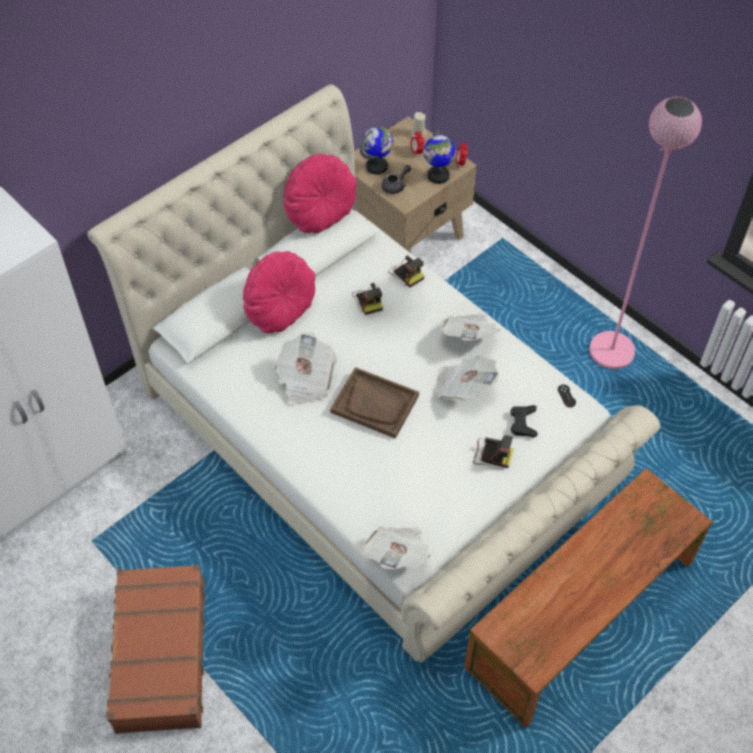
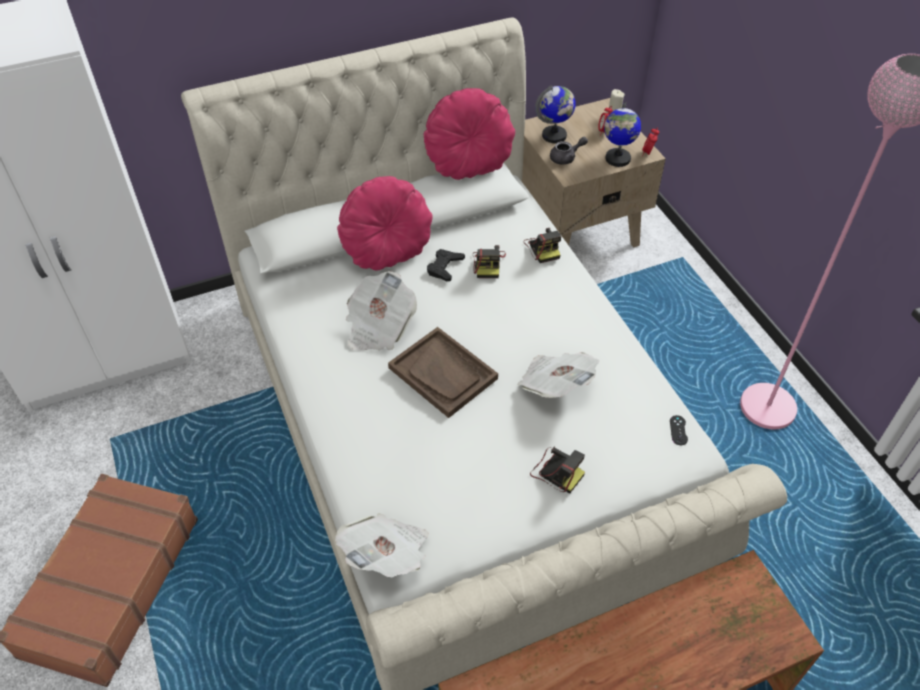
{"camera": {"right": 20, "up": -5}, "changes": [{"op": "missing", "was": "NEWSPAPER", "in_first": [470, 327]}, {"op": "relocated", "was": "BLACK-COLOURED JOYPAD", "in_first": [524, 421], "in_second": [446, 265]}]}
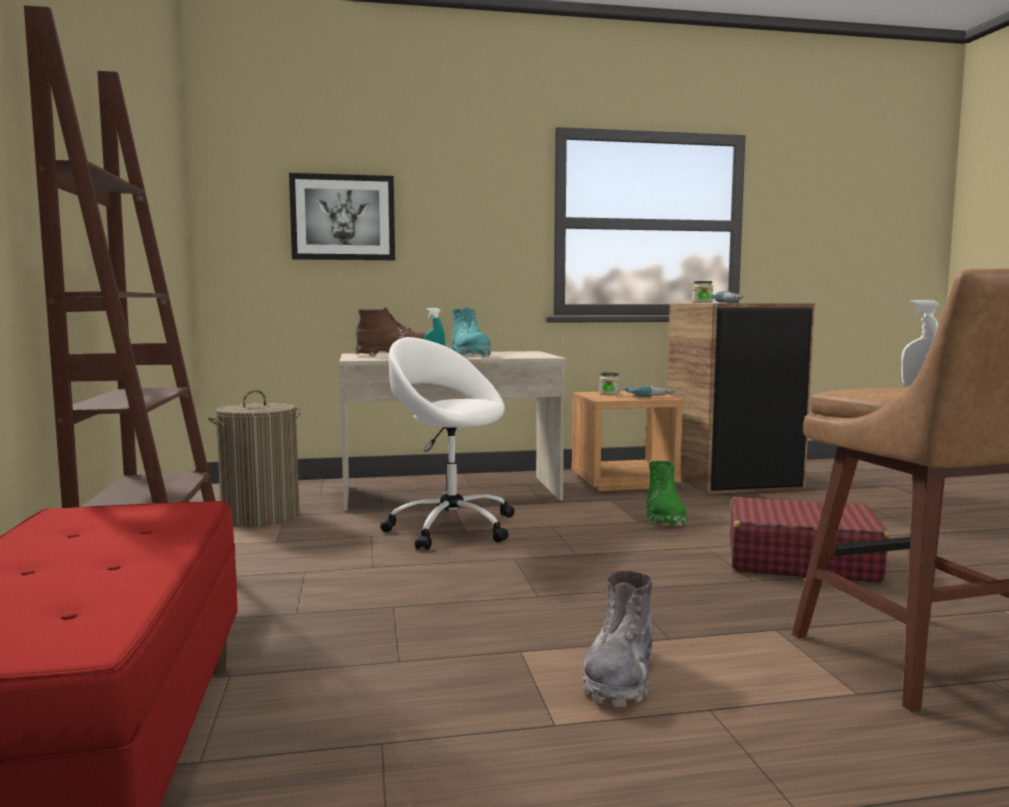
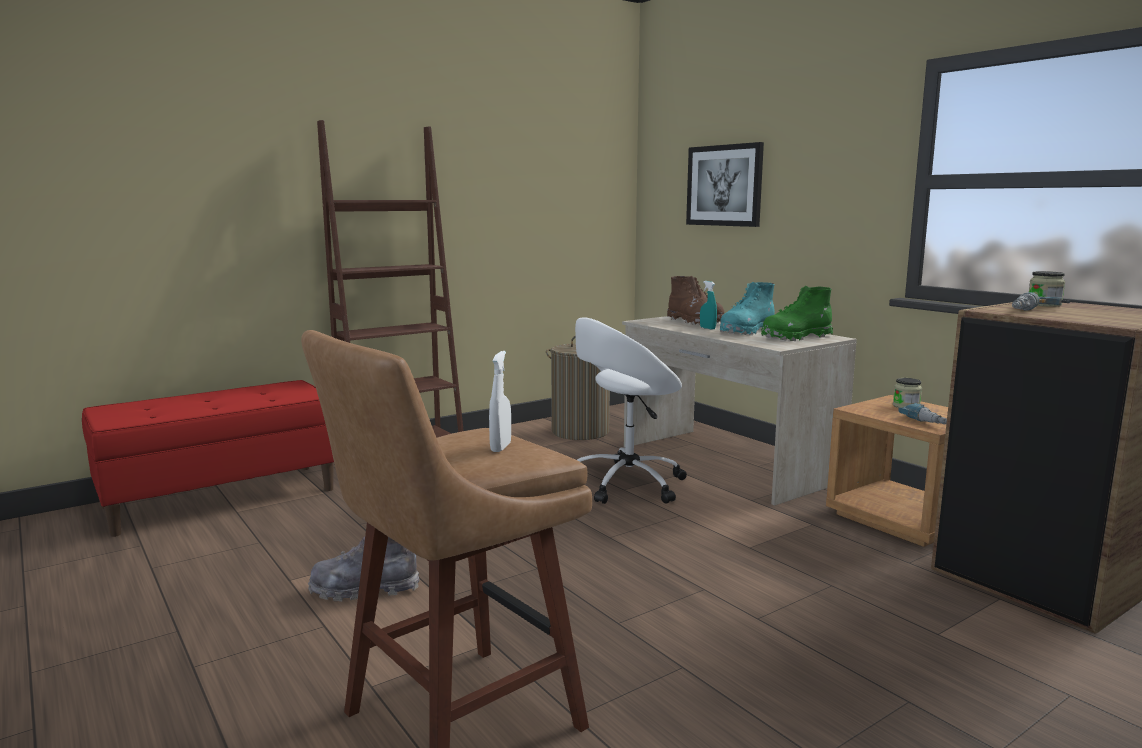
{"camera": {"right": 65, "up": 5}, "changes": [{"op": "spun", "was": "WHITISH OFFICE CHAIR", "in_first": [447, 443], "in_second": [631, 410], "clockwise": -120}, {"op": "relocated", "was": "GREEN-COLOURED HIGH-TOP BOOT", "in_first": [666, 493], "in_second": [797, 313]}, {"op": "missing", "was": "RED PIECE OF LUGGAGE", "in_first": [809, 540]}]}
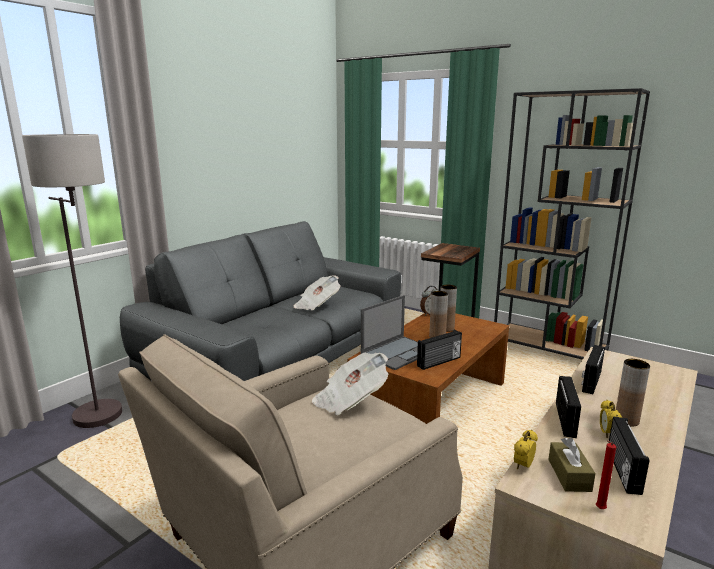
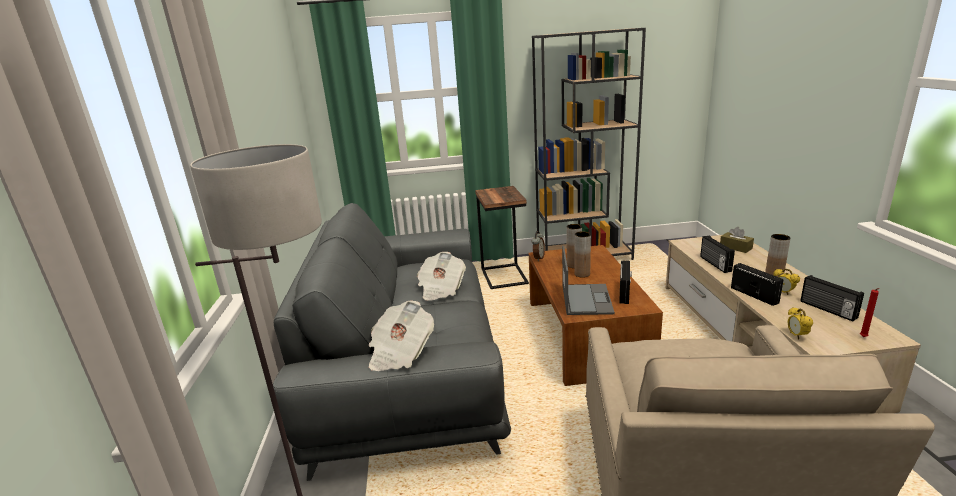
{"camera": {"right": -40, "up": 5}, "changes": [{"op": "relocated", "was": "NEWSPAPER", "in_first": [350, 384], "in_second": [401, 336]}, {"op": "relocated", "was": "BROWNISH TISSUE HOLDER", "in_first": [572, 465], "in_second": [737, 240]}]}
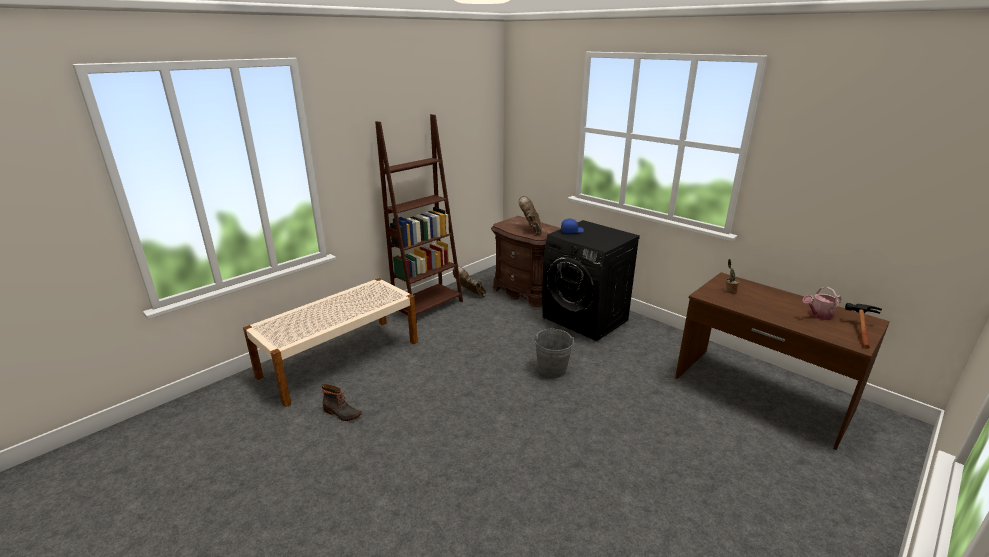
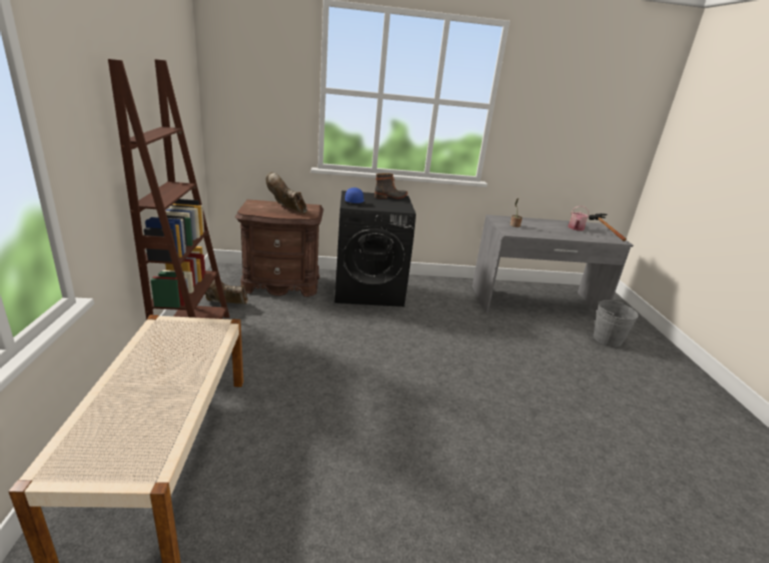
{"camera": {"right": -50, "up": 0}, "changes": [{"op": "relocated", "was": "HIGH-TOP BOOT", "in_first": [342, 402], "in_second": [391, 186]}, {"op": "relocated", "was": "GRAY WATER BUCKET", "in_first": [554, 353], "in_second": [616, 323]}, {"op": "colour", "was": "BROWNISH DESK TABLE", "now": "GRAY DESK TABLE", "in_first": [782, 361], "in_second": [552, 264]}]}
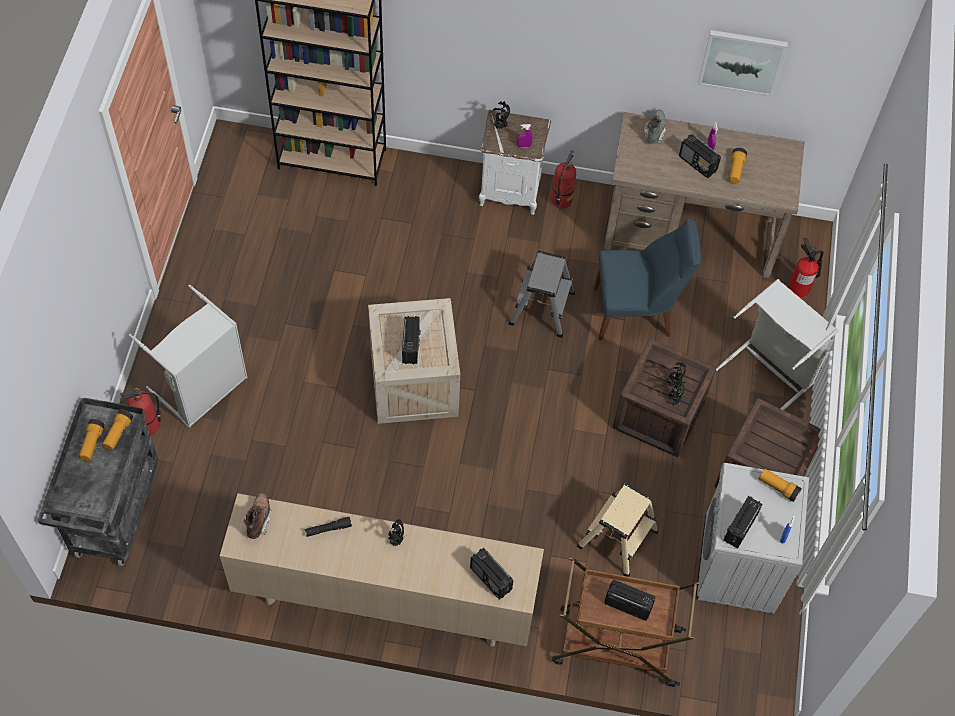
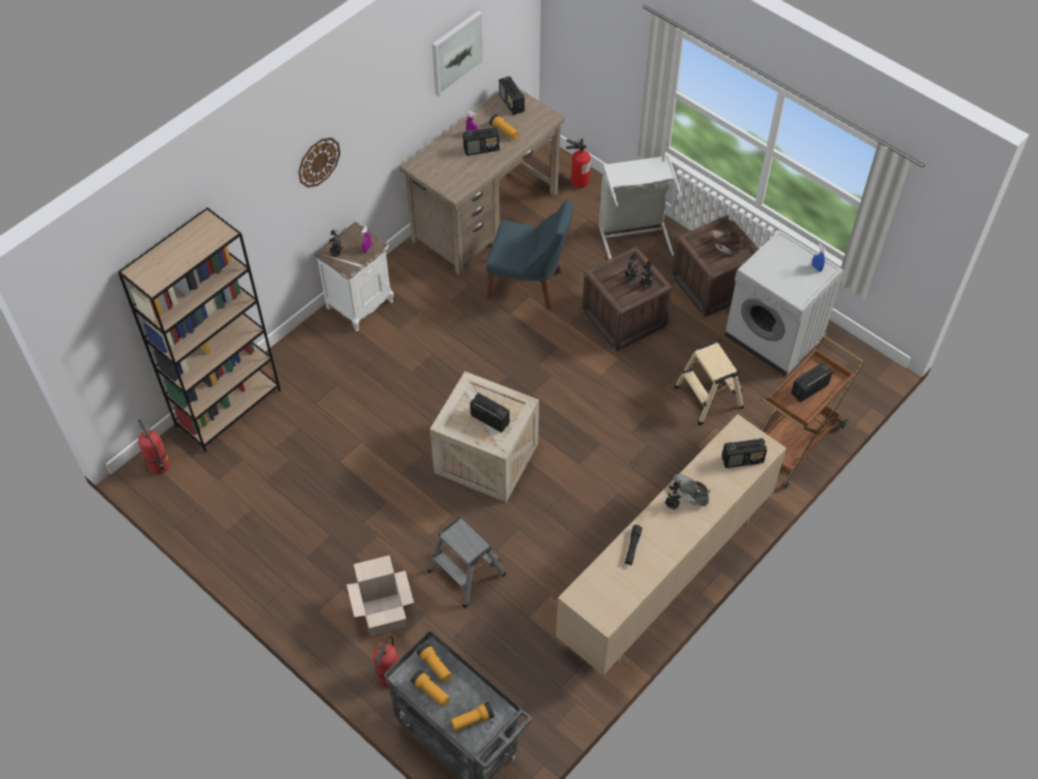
{"camera": {"right": -55, "up": -5}, "changes": [{"op": "exchanged", "was": "GRAY WASHING BASKET", "now": "CARDBOARD BOX", "in_first": [188, 356], "in_second": [380, 595]}, {"op": "relocated", "was": "BROWNISH HIGH-TOP BOOT", "in_first": [258, 516], "in_second": [726, 242]}, {"op": "relocated", "was": "GRAY STEP STOOL", "in_first": [541, 294], "in_second": [467, 563]}, {"op": "relocated", "was": "FIRE EXTINGUISHER", "in_first": [563, 179], "in_second": [154, 446]}, {"op": "spun", "was": "BLUE PLAIN CHAIR", "in_first": [647, 279], "in_second": [529, 254], "clockwise": 75}, {"op": "relocated", "was": "GRAY HIGH-TOP BOOT", "in_first": [655, 126], "in_second": [692, 490]}, {"op": "relocated", "was": "RADIO RECEIVER", "in_first": [743, 522], "in_second": [512, 95]}, {"op": "relocated", "was": "FLASHLIGHT", "in_first": [780, 485], "in_second": [472, 716]}, {"op": "appeared", "now": "CLOCK ON THE WALL", "in_second": [319, 162]}]}
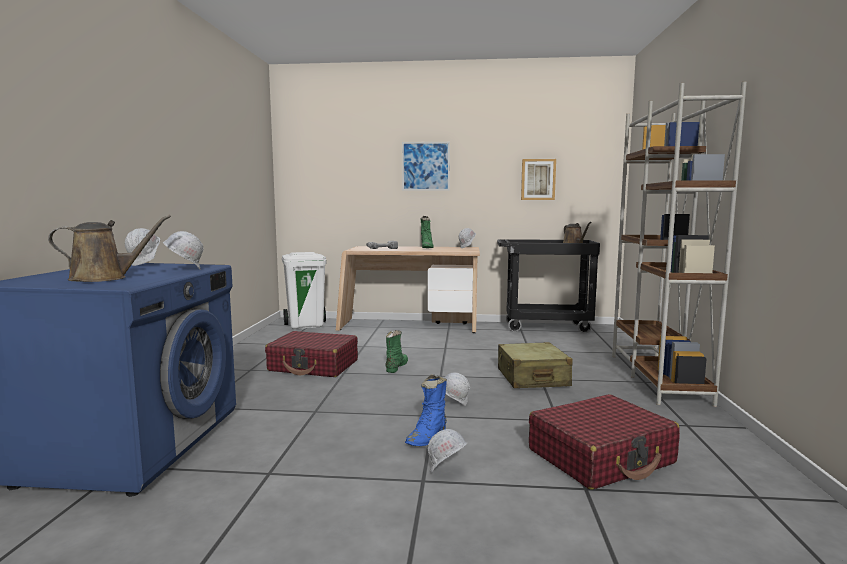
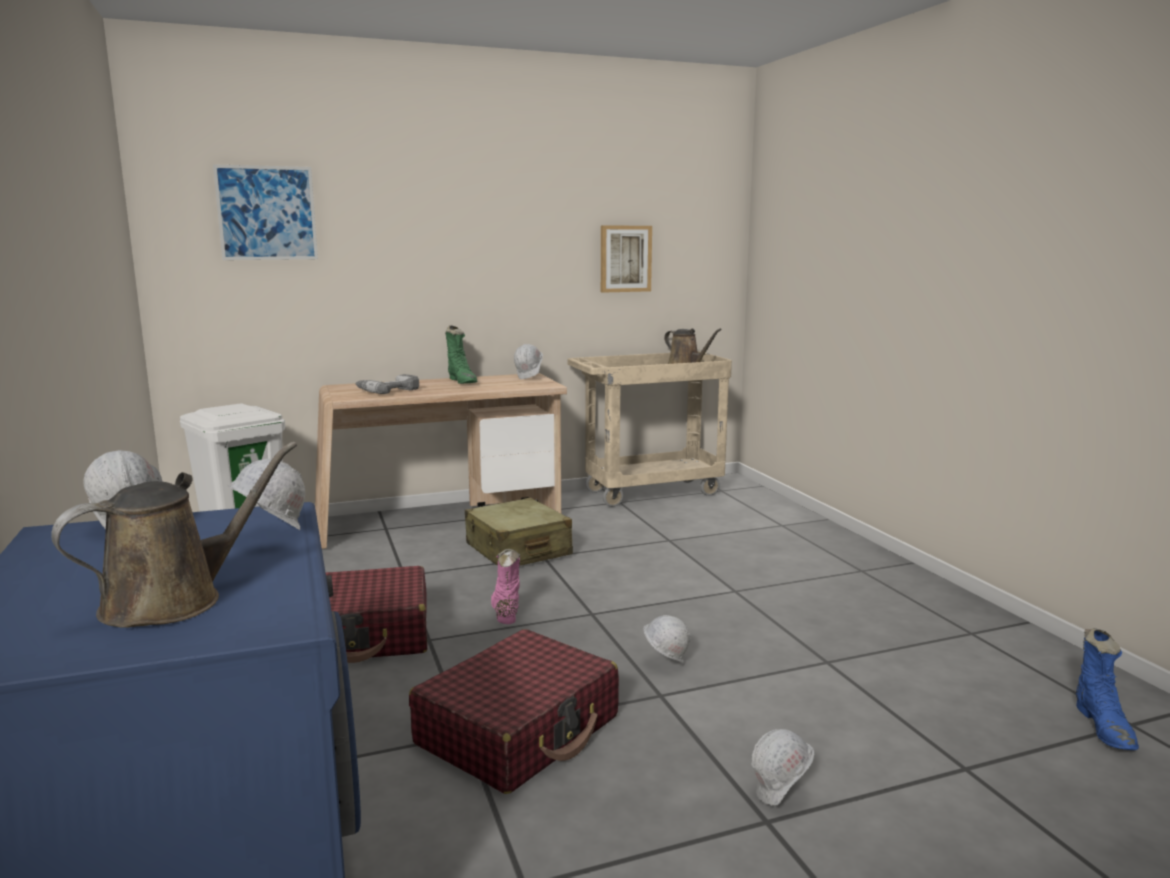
{"camera": {"right": -25, "up": 5}, "changes": [{"op": "colour", "was": "GREEN-COLOURED HIGH-TOP BOOT", "now": "PINK-COLOURED HIGH-TOP BOOT", "in_first": [397, 351], "in_second": [506, 586]}, {"op": "relocated", "was": "PICTURE", "in_first": [426, 166], "in_second": [265, 212]}, {"op": "relocated", "was": "BLUE HIGH-TOP BOOT", "in_first": [426, 410], "in_second": [1107, 689]}, {"op": "colour", "was": "BLACK-COLOURED CART", "now": "BEIGE-COLOURED CART", "in_first": [548, 286], "in_second": [650, 429]}, {"op": "relocated", "was": "BEIGE-COLOURED PIECE OF LUGGAGE", "in_first": [535, 365], "in_second": [519, 531]}, {"op": "relocated", "was": "RED PIECE OF LUGGAGE", "in_first": [604, 442], "in_second": [514, 711]}, {"op": "missing", "was": "BROWNISH BOOKSHELF", "in_first": [679, 244]}]}
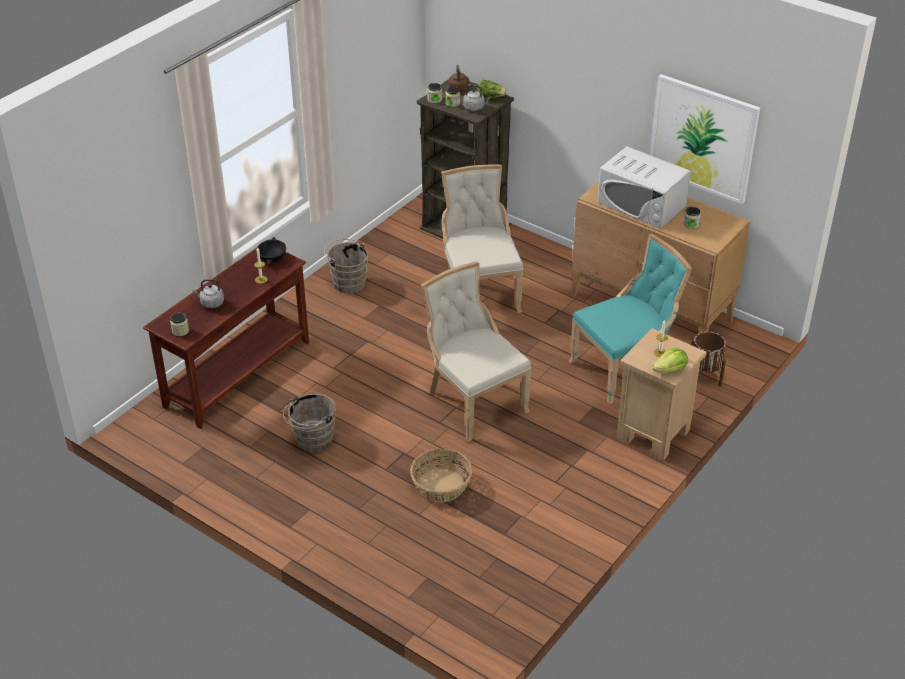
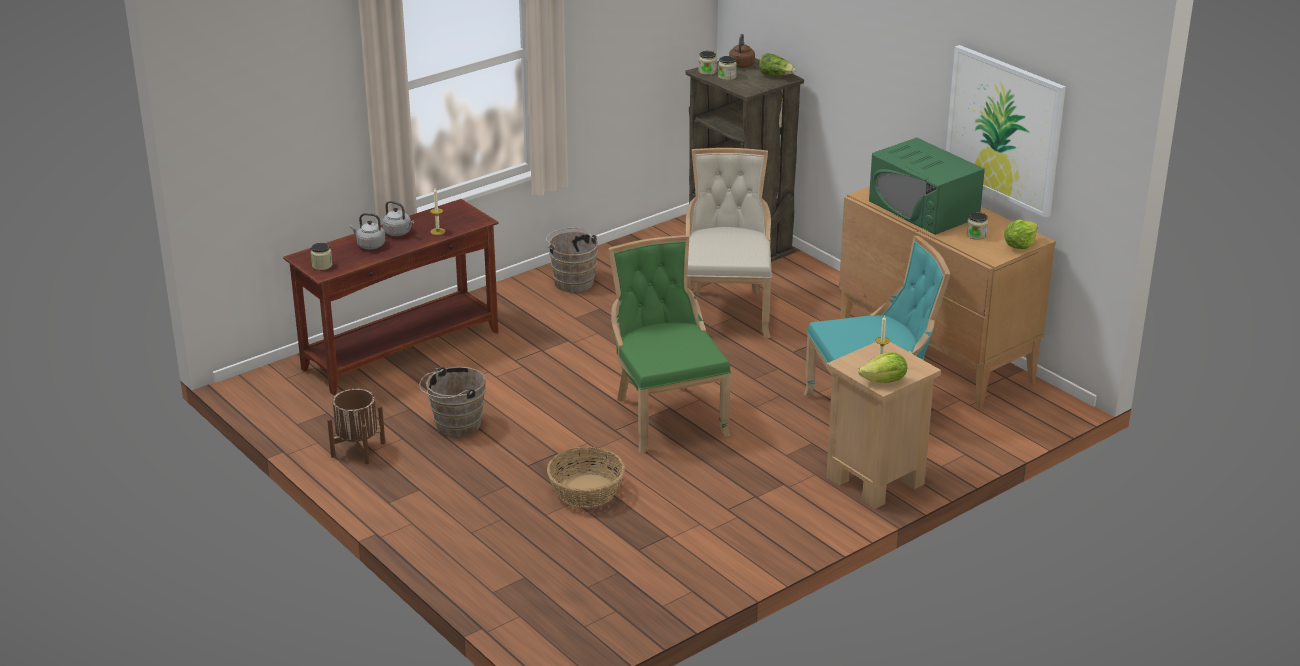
{"camera": {"right": 15, "up": -10}, "changes": [{"op": "missing", "was": "BLACK-COLOURED DEEP DISH", "in_first": [272, 250]}, {"op": "colour", "was": "BEIGE-COLOURED PLAIN CHAIR", "now": "GREEN-COLOURED PLAIN CHAIR", "in_first": [476, 351], "in_second": [669, 344]}, {"op": "relocated", "was": "GRAY TEA KETTLE", "in_first": [476, 97], "in_second": [398, 218]}, {"op": "colour", "was": "WHITISH KITCHEN MICROWAVE", "now": "GREEN-COLOURED KITCHEN MICROWAVE", "in_first": [644, 187], "in_second": [927, 186]}, {"op": "relocated", "was": "BROWNISH FLOWER POT", "in_first": [708, 359], "in_second": [356, 426]}, {"op": "appeared", "now": "LETTUCE", "in_second": [1021, 234]}]}
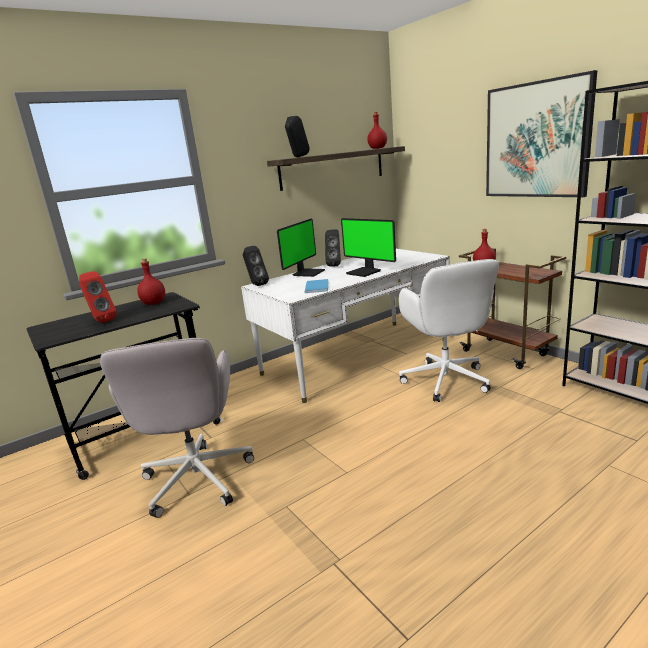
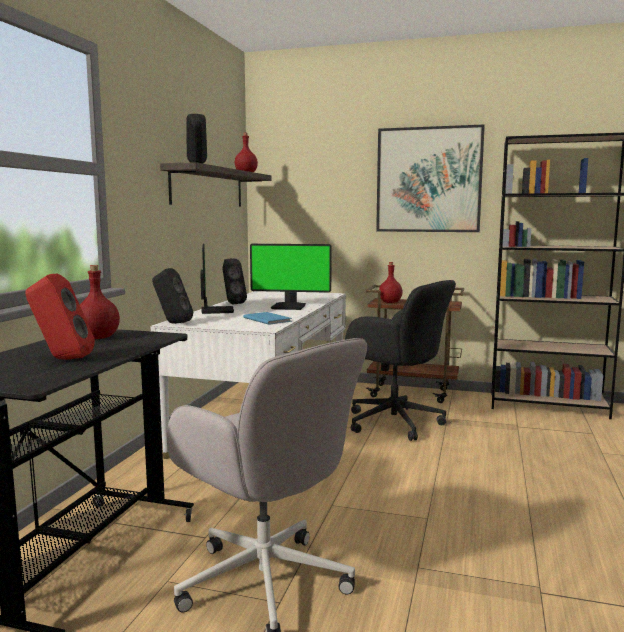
{"camera": {"right": -40, "up": -10}, "changes": [{"op": "colour", "was": "WHITISH OFFICE CHAIR", "now": "BLACK-COLOURED OFFICE CHAIR", "in_first": [449, 330], "in_second": [400, 360]}]}
